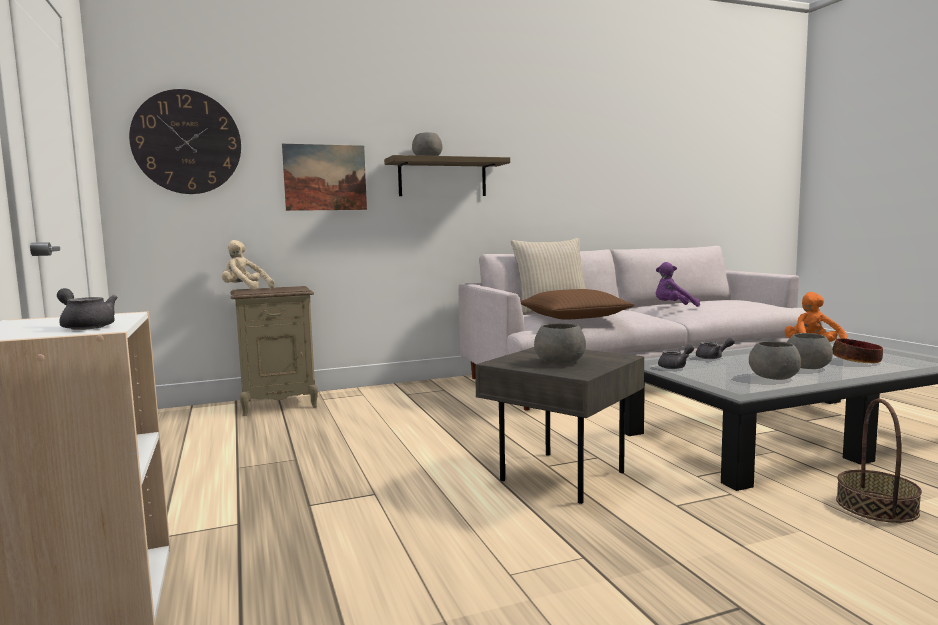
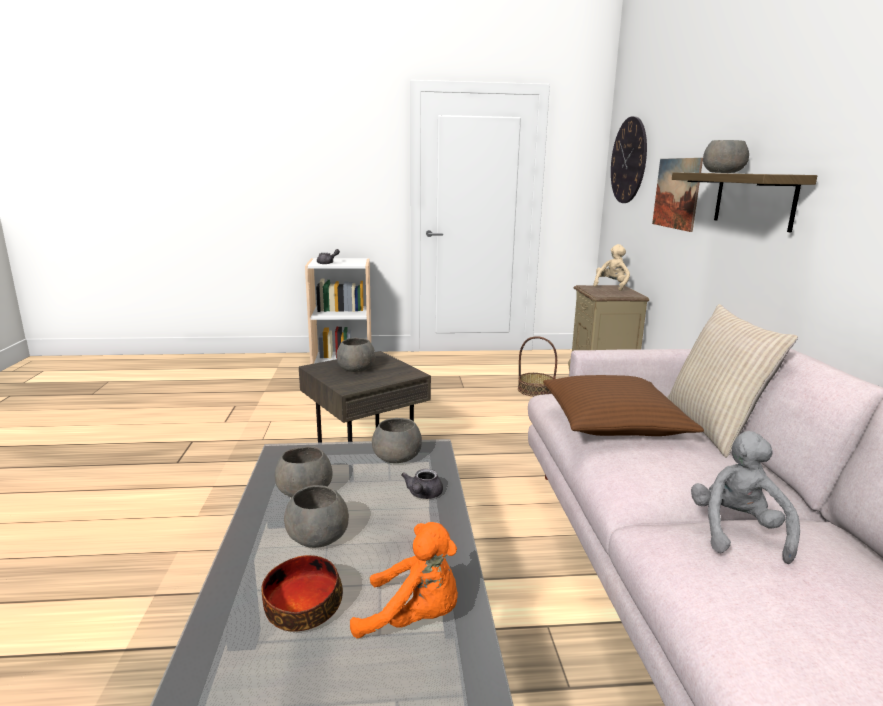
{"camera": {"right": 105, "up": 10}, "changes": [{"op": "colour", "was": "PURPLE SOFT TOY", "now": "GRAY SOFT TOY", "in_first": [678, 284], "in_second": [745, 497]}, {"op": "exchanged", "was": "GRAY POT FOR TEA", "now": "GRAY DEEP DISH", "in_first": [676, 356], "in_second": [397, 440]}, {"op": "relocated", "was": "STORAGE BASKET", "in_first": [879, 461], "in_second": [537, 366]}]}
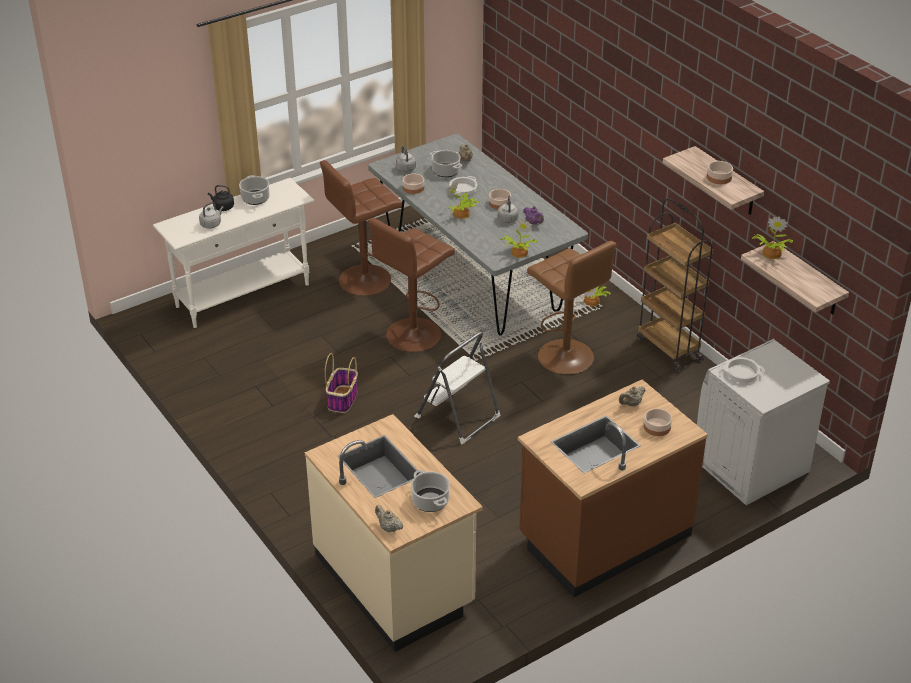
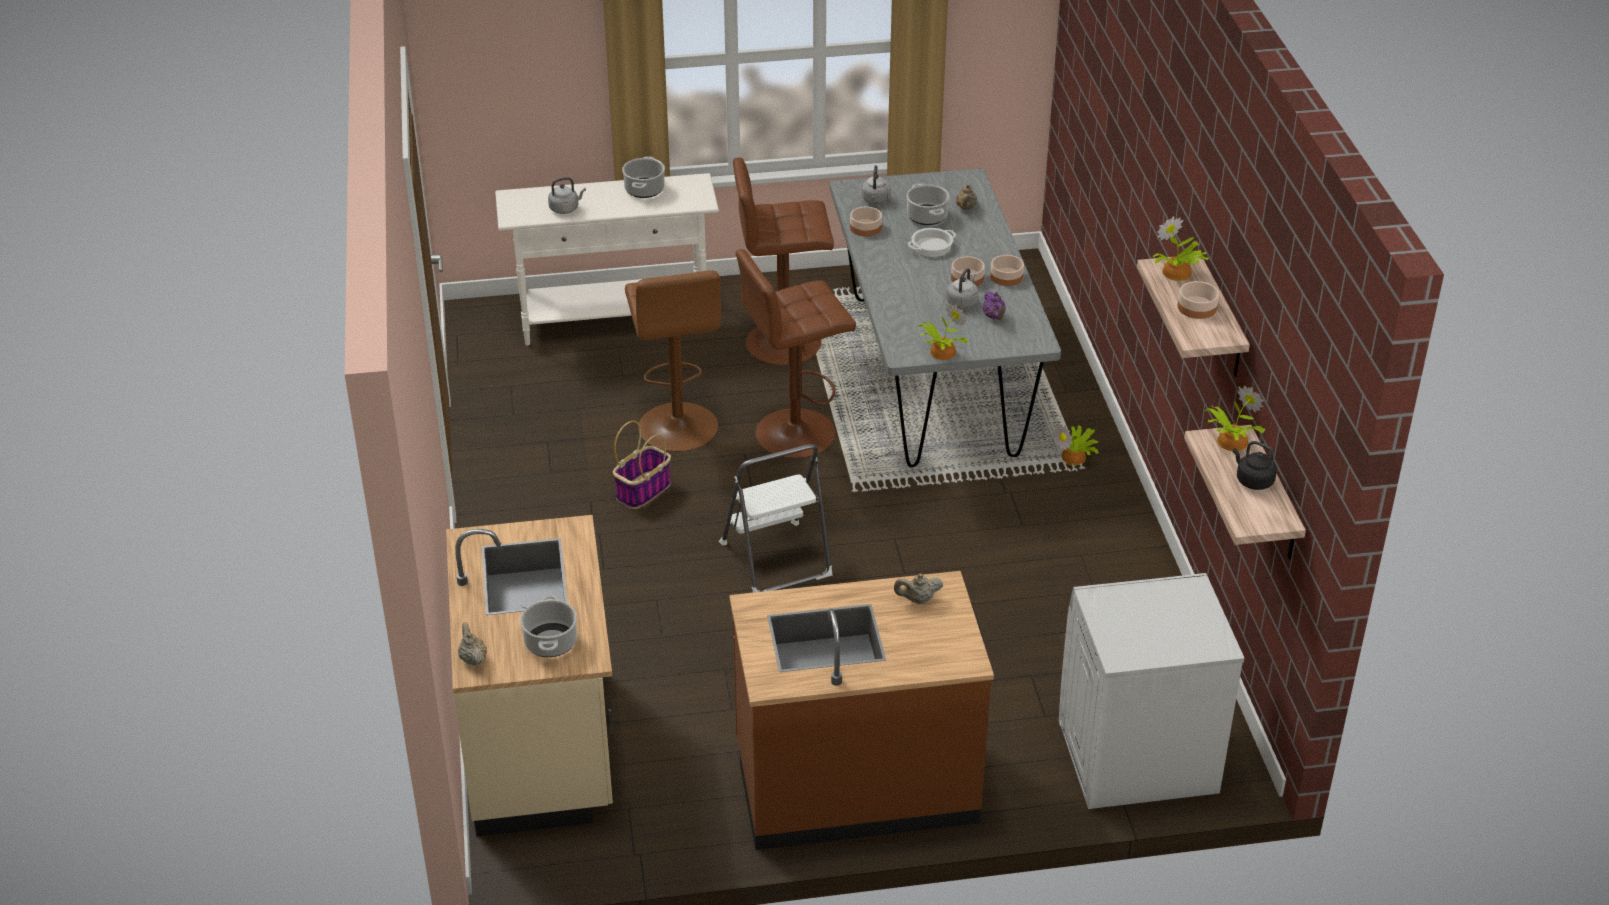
{"camera": {"right": 25, "up": 0}, "changes": [{"op": "relocated", "was": "BLACK-COLOURED TEA KETTLE", "in_first": [221, 198], "in_second": [1255, 465]}, {"op": "relocated", "was": "POTTED PLANT", "in_first": [463, 201], "in_second": [1181, 248]}, {"op": "relocated", "was": "BROWNISH STOOL SEAT", "in_first": [571, 307], "in_second": [673, 360]}, {"op": "missing", "was": "BROWNISH CART", "in_first": [675, 284]}, {"op": "relocated", "was": "DEEP DISH", "in_first": [658, 422], "in_second": [1007, 270]}, {"op": "missing", "was": "SAUCEPOT", "in_first": [743, 370]}]}
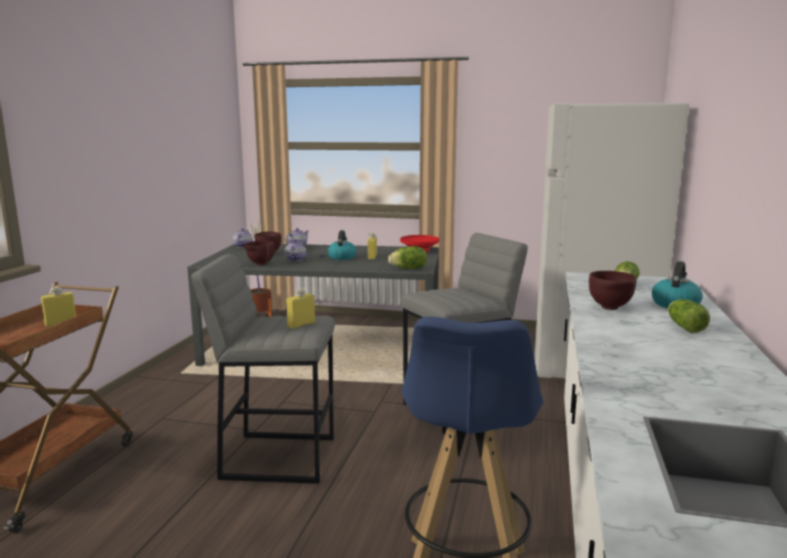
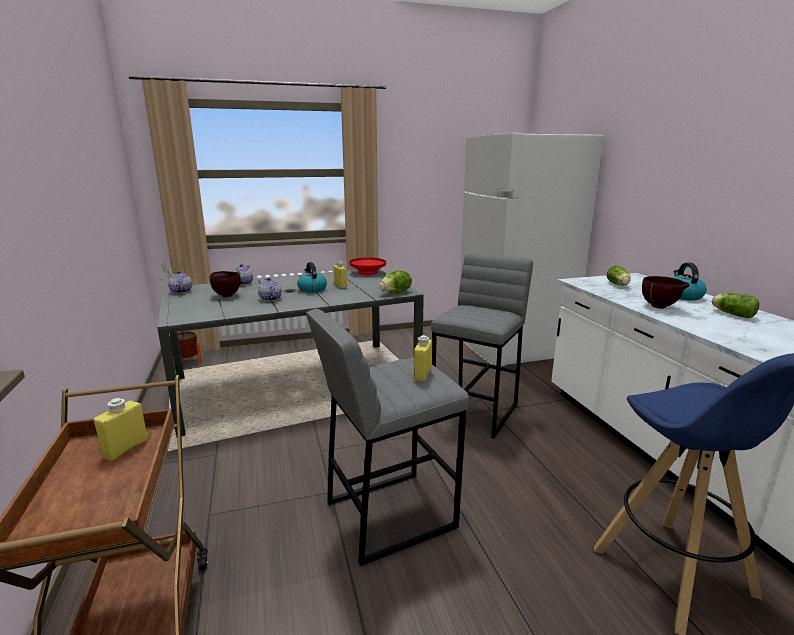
{"camera": {"right": -30, "up": 5}, "changes": [{"op": "missing", "was": "BROWNISH DEEP DISH", "in_first": [259, 253]}]}
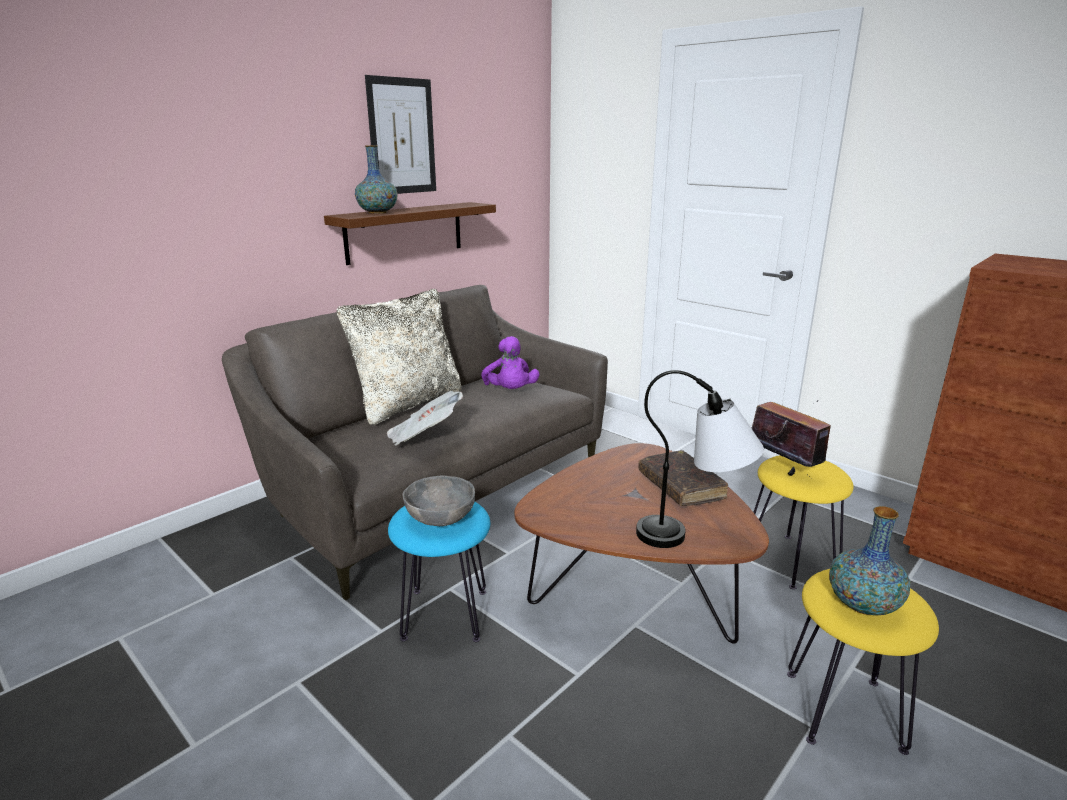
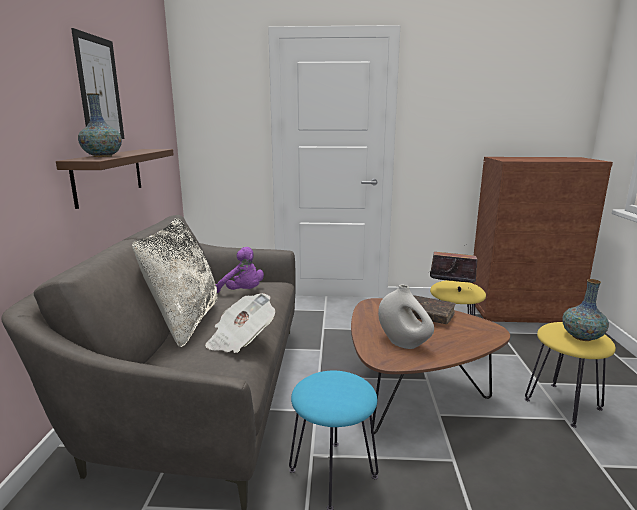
{"camera": {"right": -40, "up": -5}, "changes": [{"op": "missing", "was": "GRAY DEEP DISH", "in_first": [438, 500]}, {"op": "missing", "was": "LAMP FOR A TABLE", "in_first": [700, 459]}, {"op": "appeared", "now": "WHITISH DECORATIVE VASE", "in_second": [406, 316]}]}
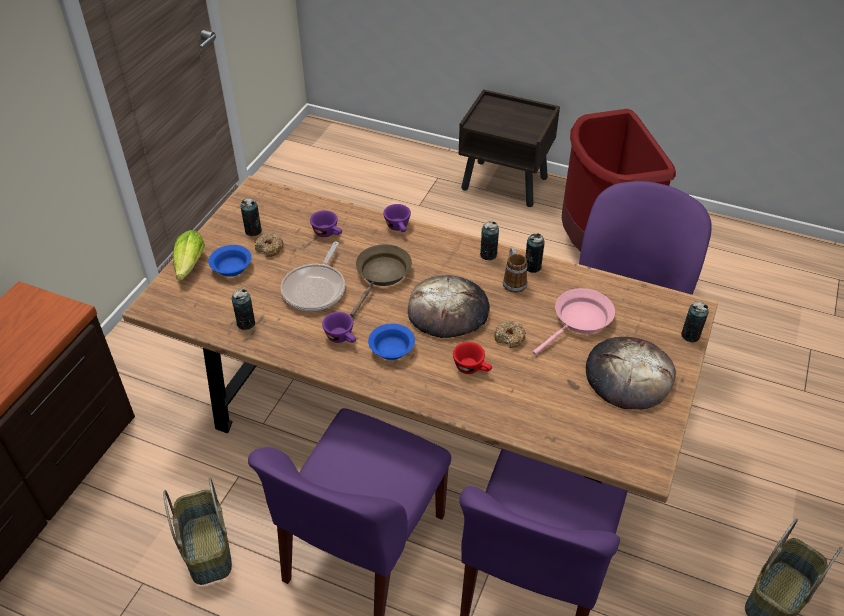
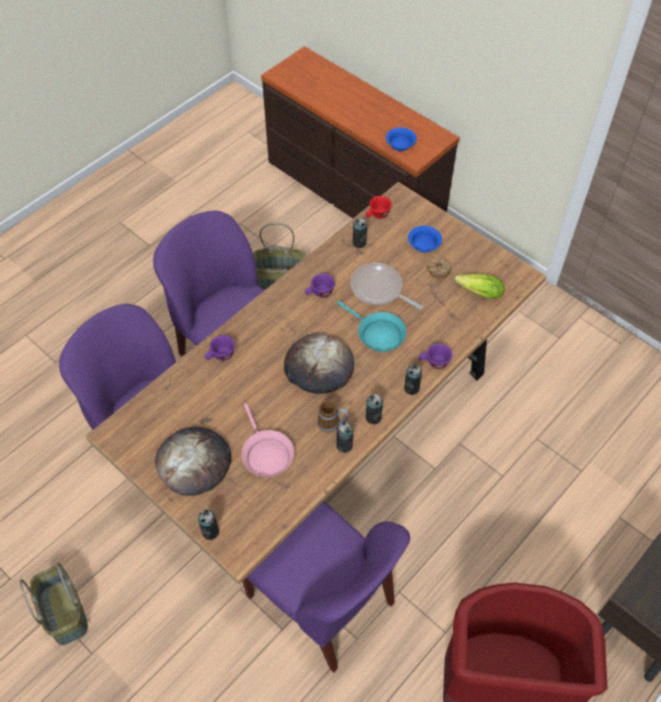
{"camera": {"right": 110, "up": 10}, "changes": [{"op": "relocated", "was": "LETTUCE", "in_first": [189, 255], "in_second": [479, 286]}, {"op": "relocated", "was": "SEALED CAN", "in_first": [251, 217], "in_second": [413, 379]}, {"op": "relocated", "was": "PURPLE CUP", "in_first": [326, 223], "in_second": [219, 348]}, {"op": "colour", "was": "BROWNISH PAN", "now": "TURQUOISE PAN", "in_first": [381, 280], "in_second": [371, 326]}, {"op": "relocated", "was": "BLUE DEEP DISH", "in_first": [391, 342], "in_second": [401, 139]}, {"op": "relocated", "was": "RED CUP", "in_first": [472, 358], "in_second": [379, 207]}, {"op": "missing", "was": "DOUGHNUT", "in_first": [510, 334]}]}
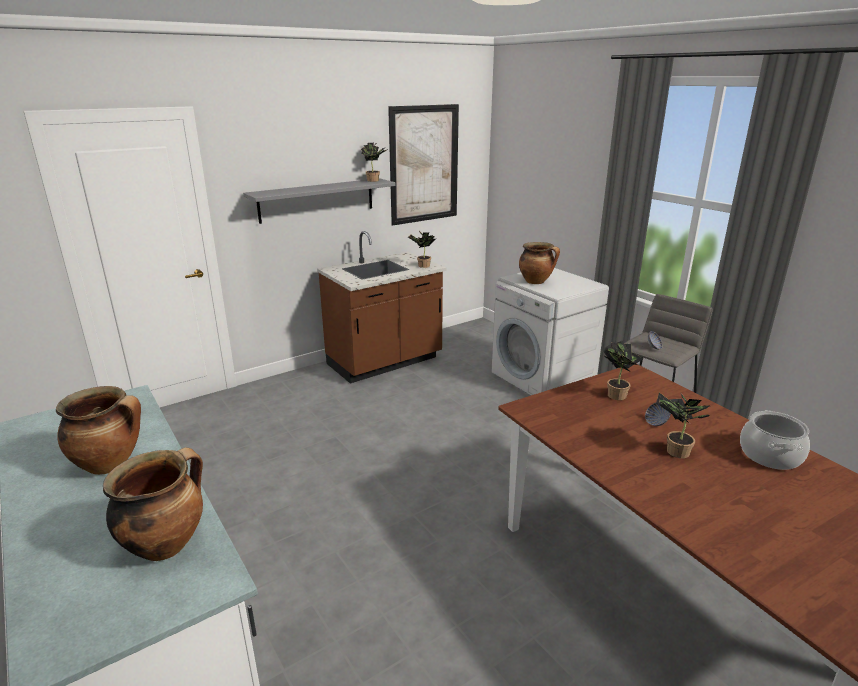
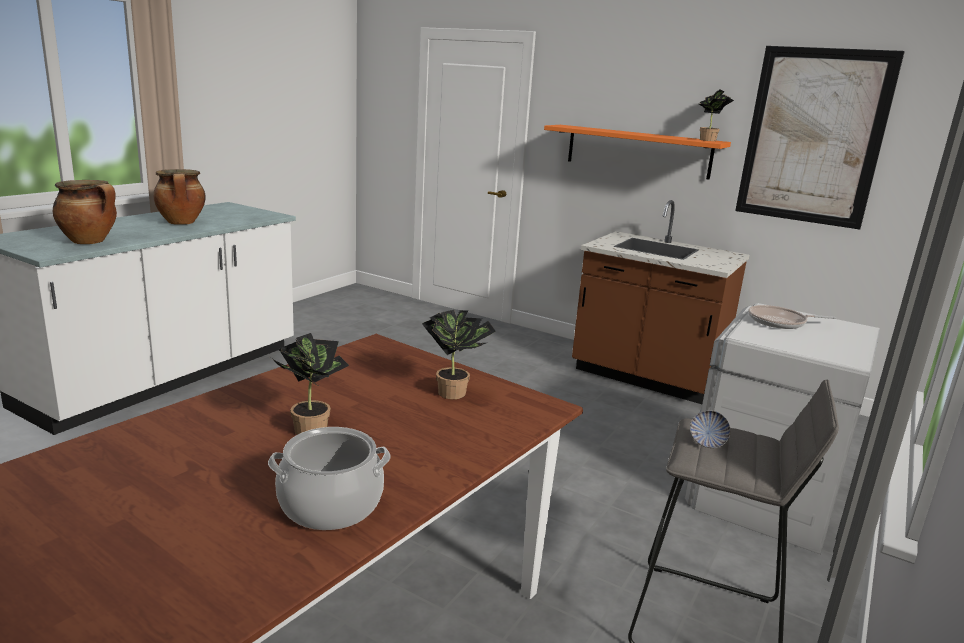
{"camera": {"right": 65, "up": -5}, "changes": [{"op": "colour", "was": "GRAY BRACKET SHELF", "now": "ORANGEY BRACKET SHELF", "in_first": [319, 201], "in_second": [637, 152]}, {"op": "missing", "was": "POTTED PLANT", "in_first": [421, 249]}, {"op": "exchanged", "was": "SAUCEPOT", "now": "PAN", "in_first": [539, 263], "in_second": [792, 317]}, {"op": "missing", "was": "DEEP DISH", "in_first": [658, 414]}]}
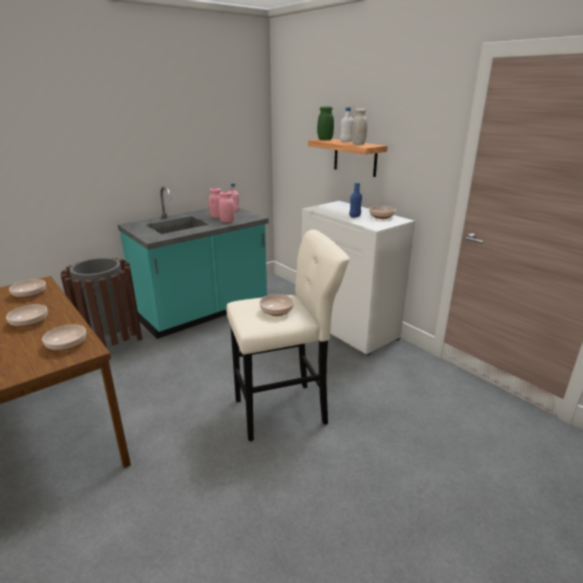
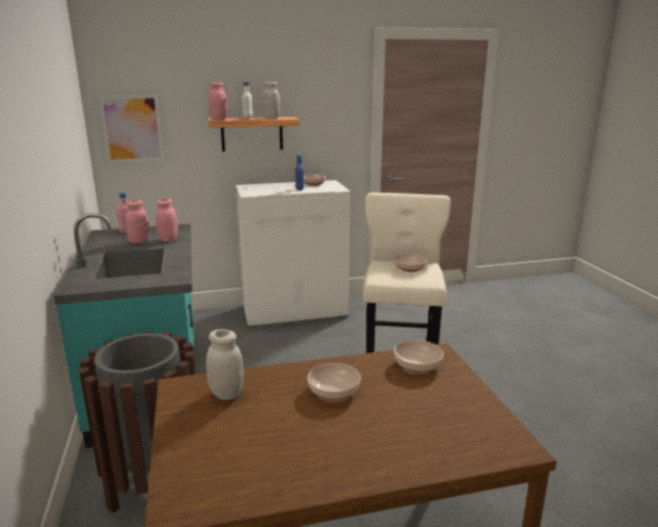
{"camera": {"right": -65, "up": -5}, "changes": [{"op": "exchanged", "was": "DEEP DISH", "now": "WHITISH STORAGE JAR", "in_first": [27, 289], "in_second": [225, 364]}, {"op": "colour", "was": "GREEN-COLOURED STORAGE JAR", "now": "PINK-COLOURED STORAGE JAR", "in_first": [325, 123], "in_second": [218, 101]}, {"op": "appeared", "now": "PICTURE", "in_second": [131, 129]}]}
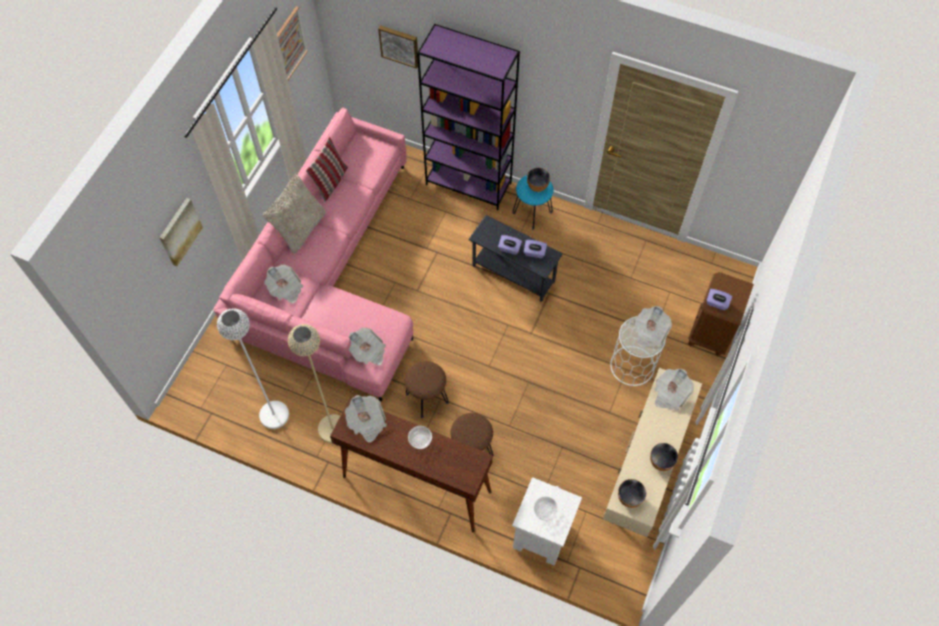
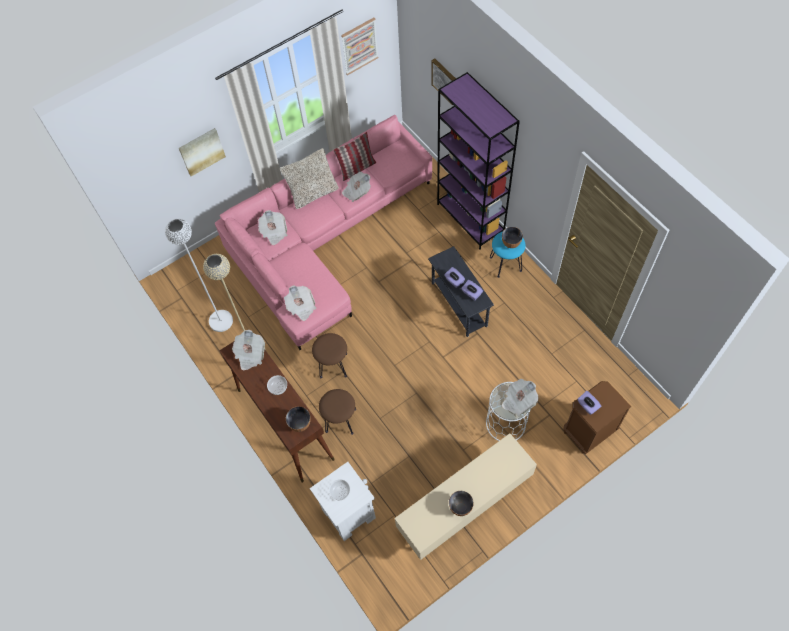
{"camera": {"right": 35, "up": 0}, "changes": [{"op": "relocated", "was": "DEEP DISH", "in_first": [632, 493], "in_second": [298, 419]}, {"op": "relocated", "was": "NEWSPAPER", "in_first": [674, 390], "in_second": [356, 187]}]}
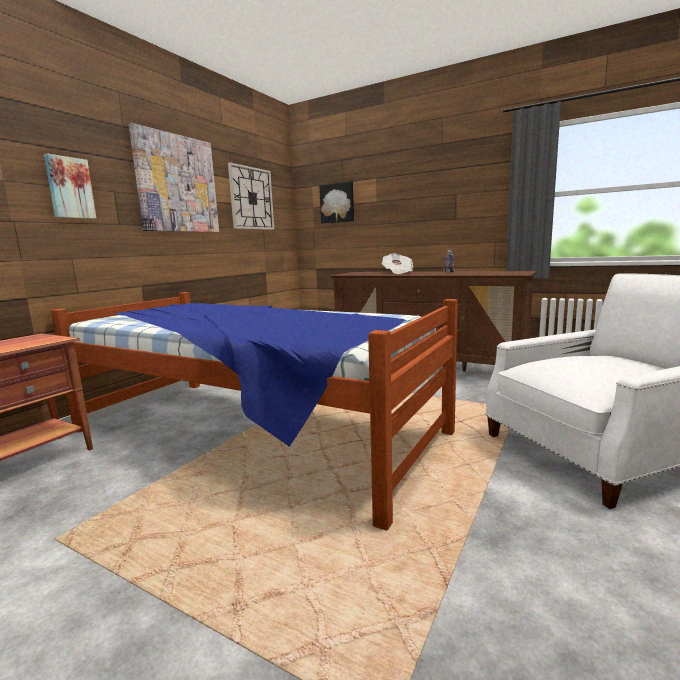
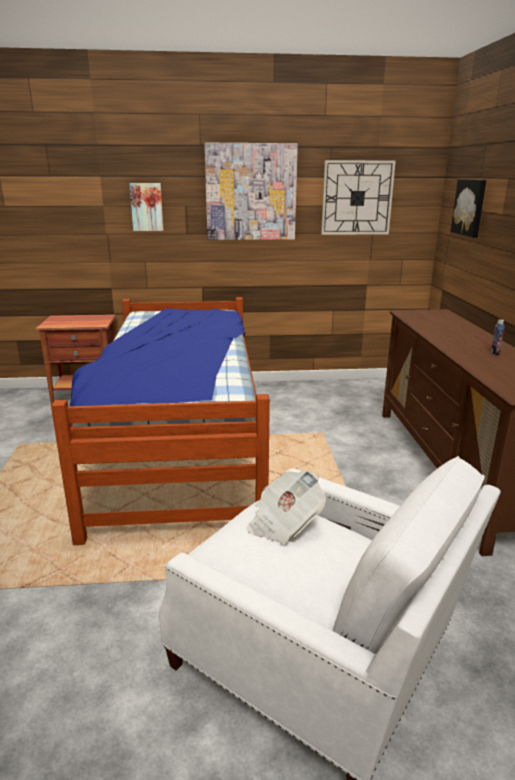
{"camera": {"right": 55, "up": 10}, "changes": [{"op": "relocated", "was": "NEWSPAPER", "in_first": [397, 263], "in_second": [286, 507]}]}
